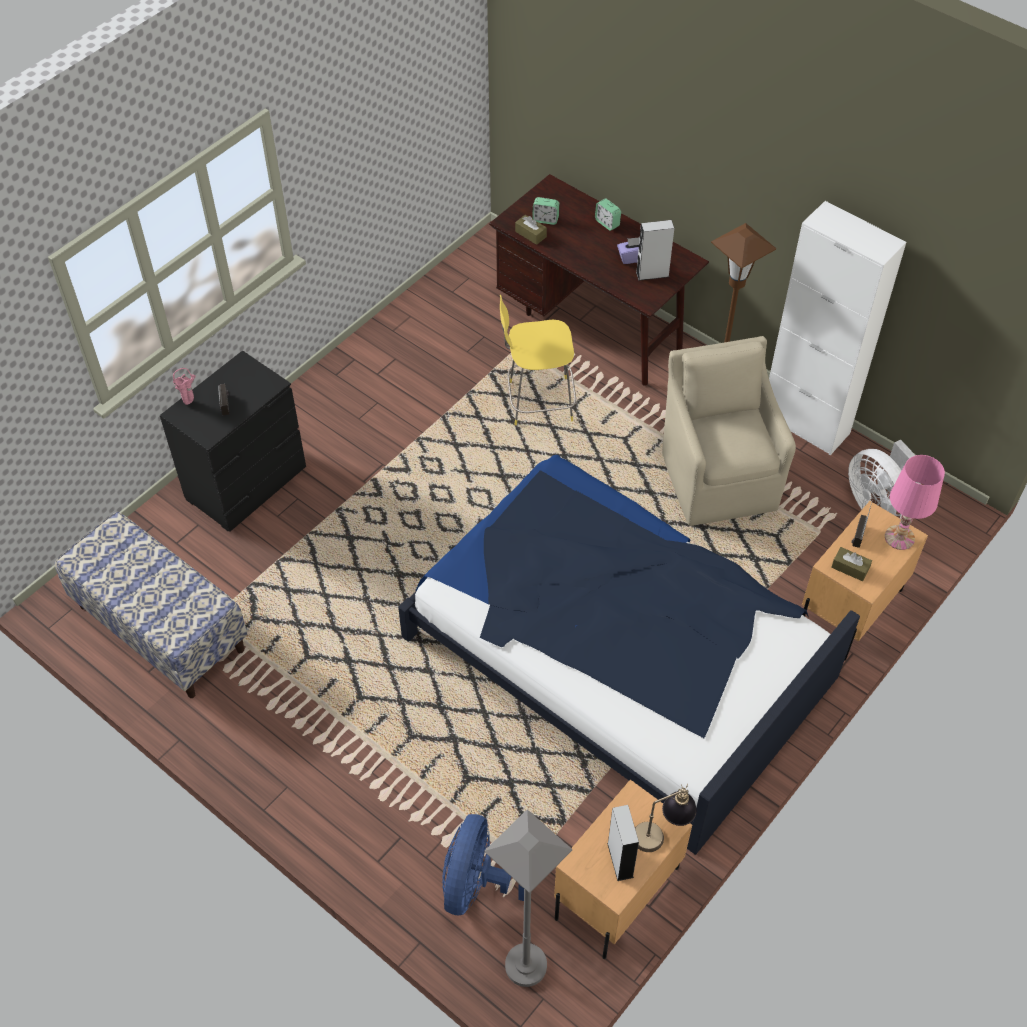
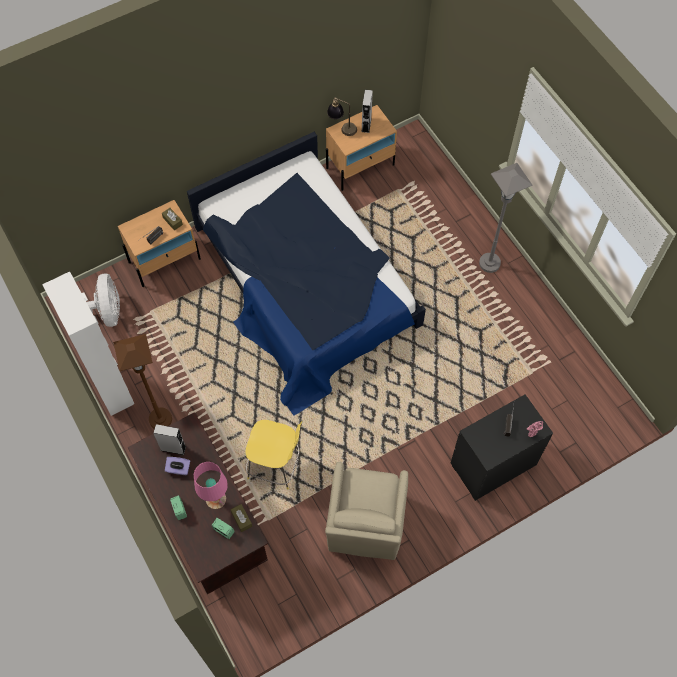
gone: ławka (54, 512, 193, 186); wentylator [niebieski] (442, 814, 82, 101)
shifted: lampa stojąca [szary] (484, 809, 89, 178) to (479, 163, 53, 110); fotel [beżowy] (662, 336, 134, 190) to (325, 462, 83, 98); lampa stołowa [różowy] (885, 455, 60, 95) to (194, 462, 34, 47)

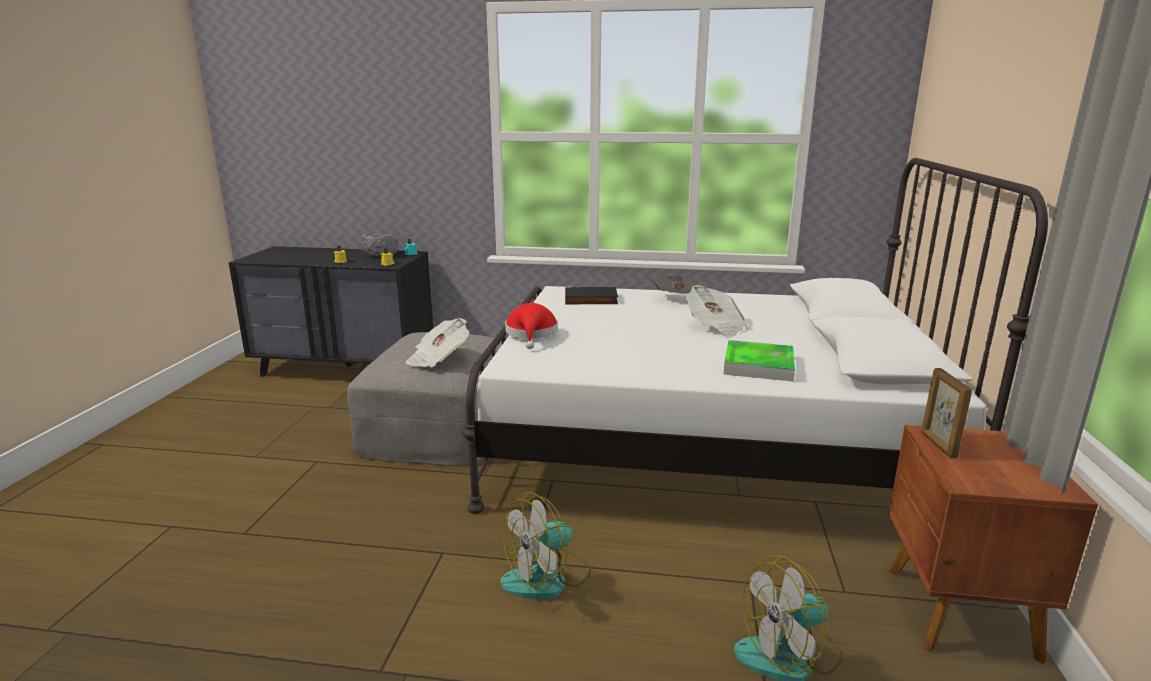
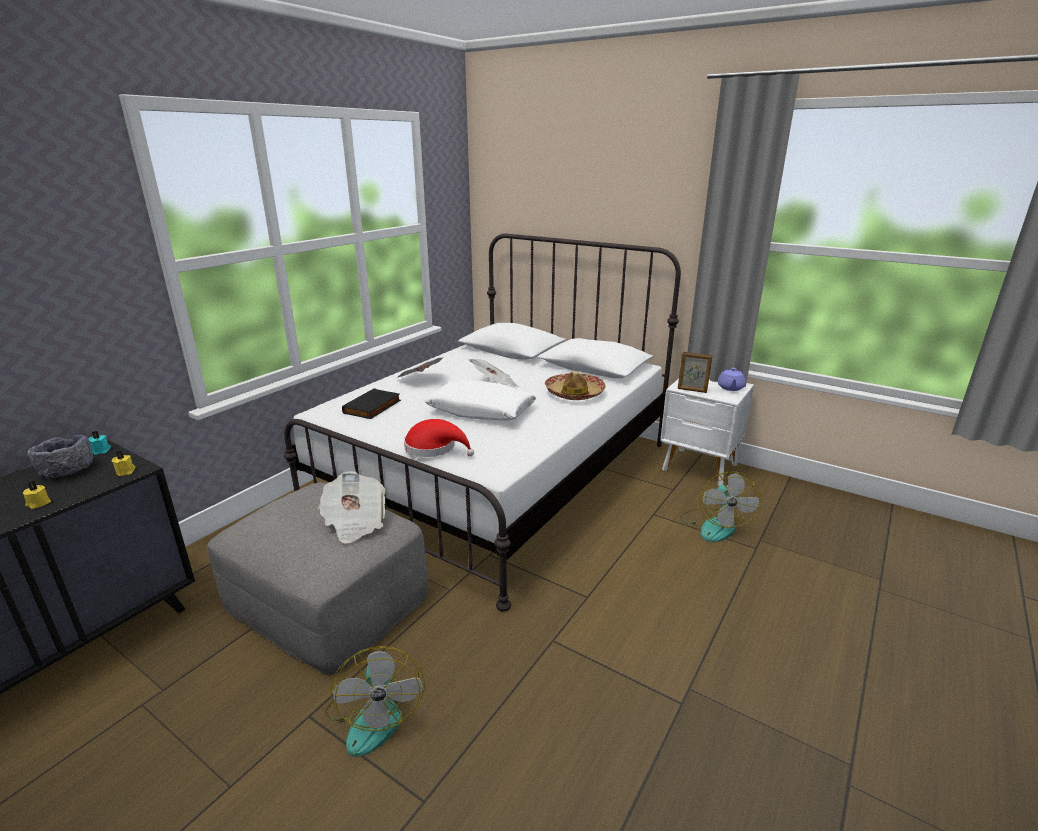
new: poduszka [biały] (424, 380, 113, 41); imbryk [fioletowy] (718, 368, 28, 23)
shifted: wentylator (500, 492, 91, 108) to (325, 646, 100, 111)
swapped: taca (723, 340, 72, 42) to kapelusz (545, 371, 61, 29)
repainted: szafka nocna [brązowy] (889, 425, 209, 239) to szafka nocna [biały] (660, 379, 94, 107)

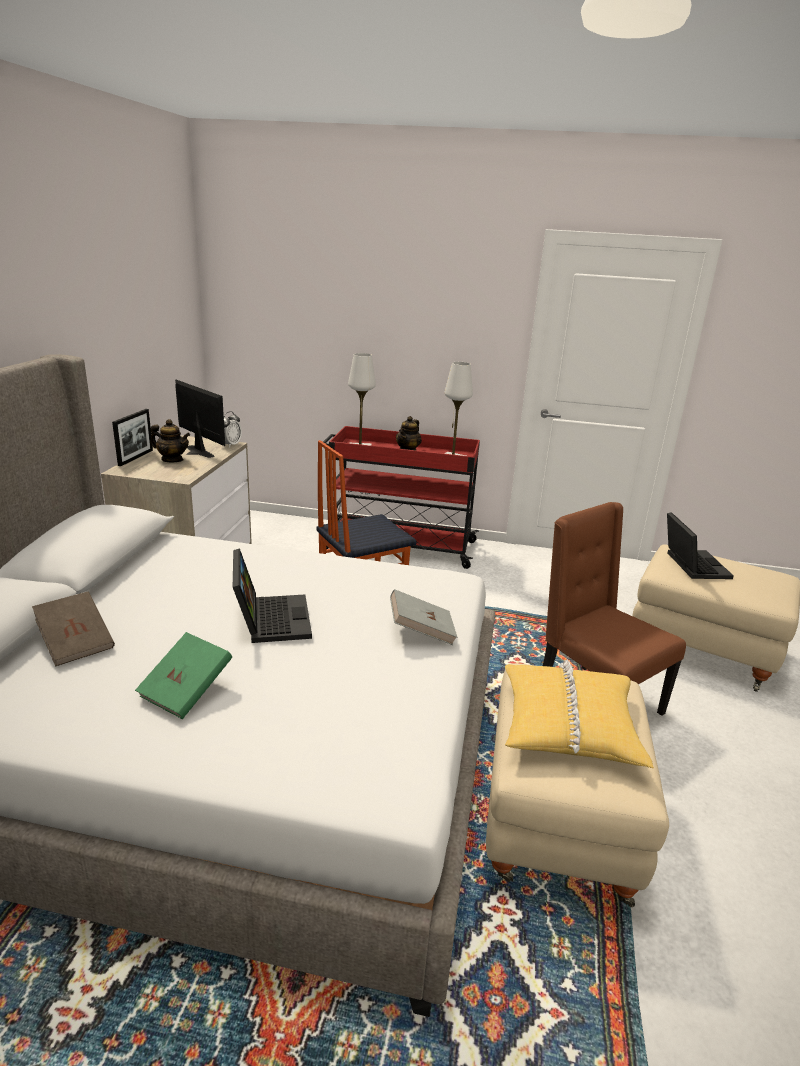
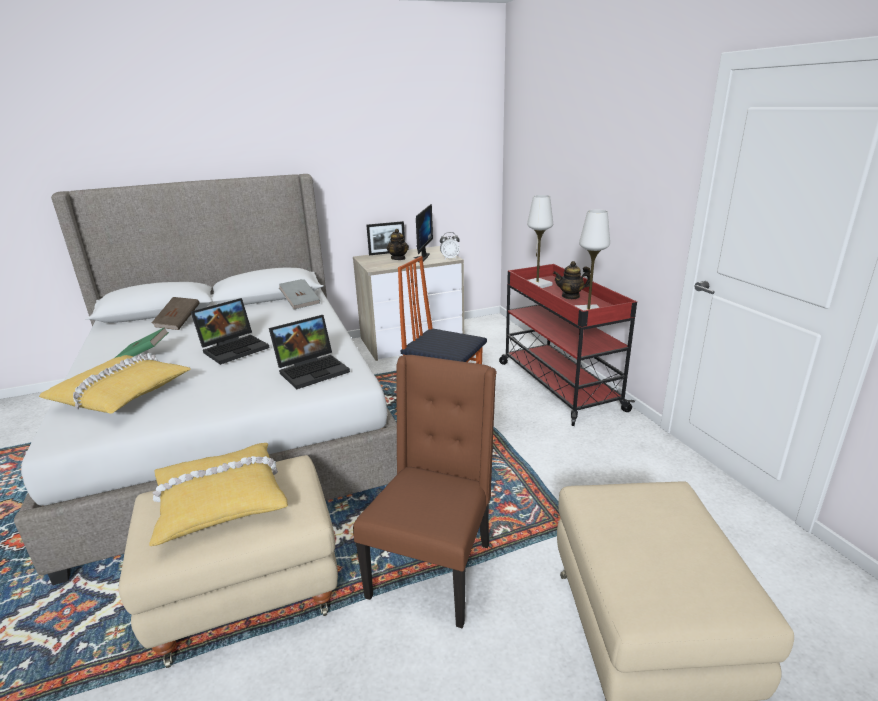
new: poduszka [żółty] (39, 353, 152, 61)
shifted: książka [szary] (390, 589, 67, 56) to (279, 279, 41, 31); laptop (667, 512, 67, 67) to (269, 315, 81, 74)

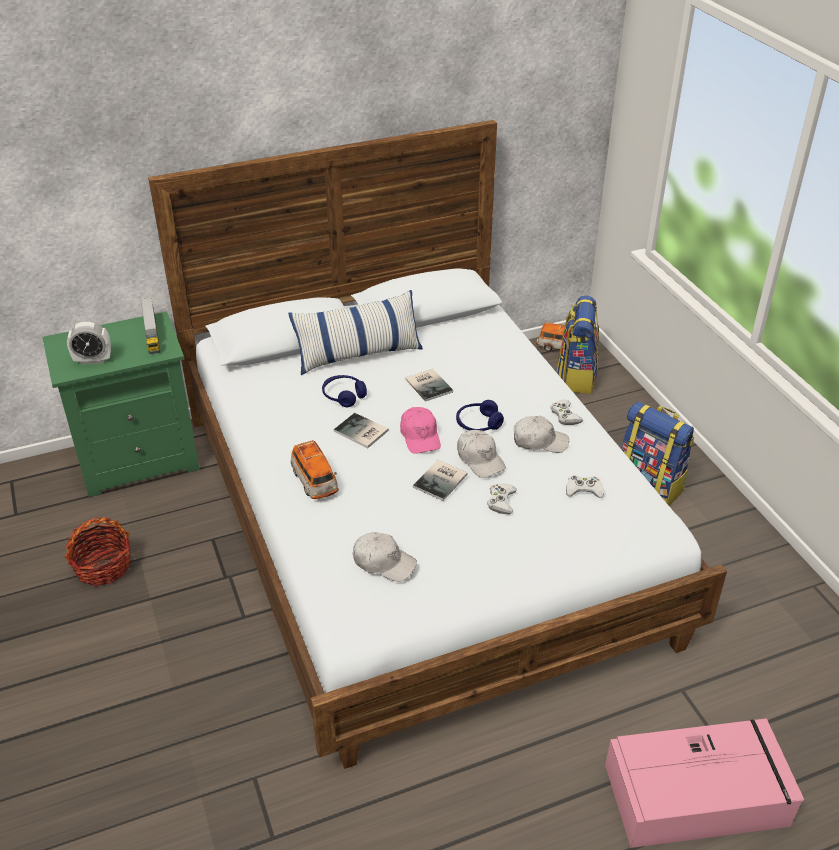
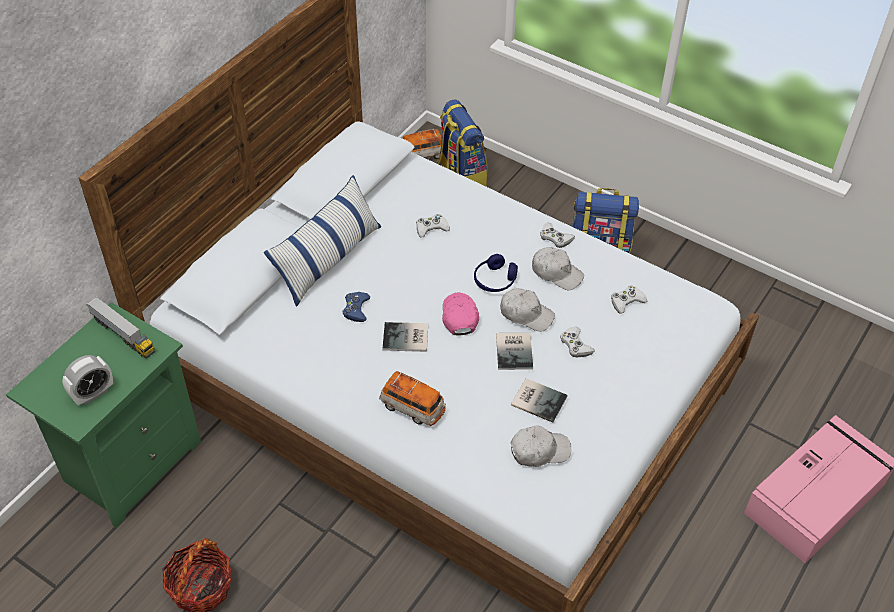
new: pad do gier [biały] (416, 214, 34, 24)
shifted: książka (405, 369, 48, 33) to (511, 378, 57, 45)
swapped: słuchawki [niebieski] (322, 375, 45, 32) to pad do gier [niebieski] (342, 292, 28, 30)
rotated: czapka z daszkiem [różowy] (400, 407, 41, 47) = (442, 293, 37, 43) 135 degrees counterclockwise; czapka z daszkiem [biały] (514, 416, 55, 37) = (532, 247, 52, 43) 60 degrees clockwise

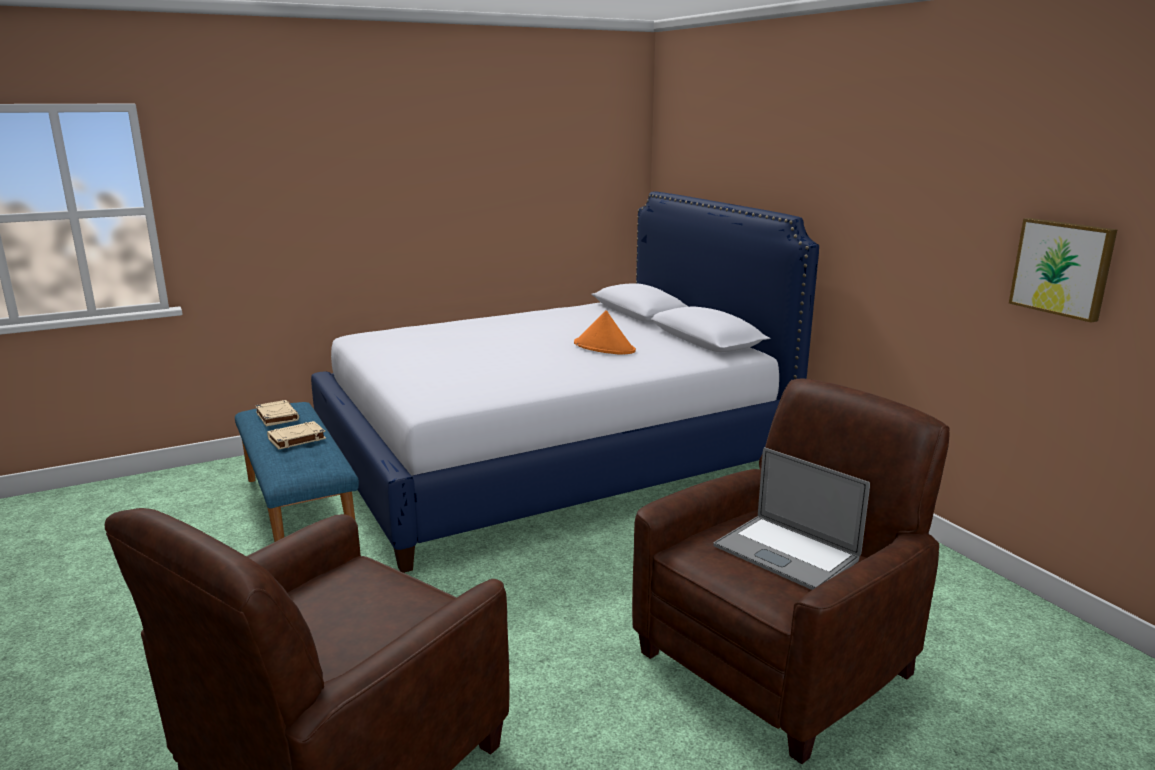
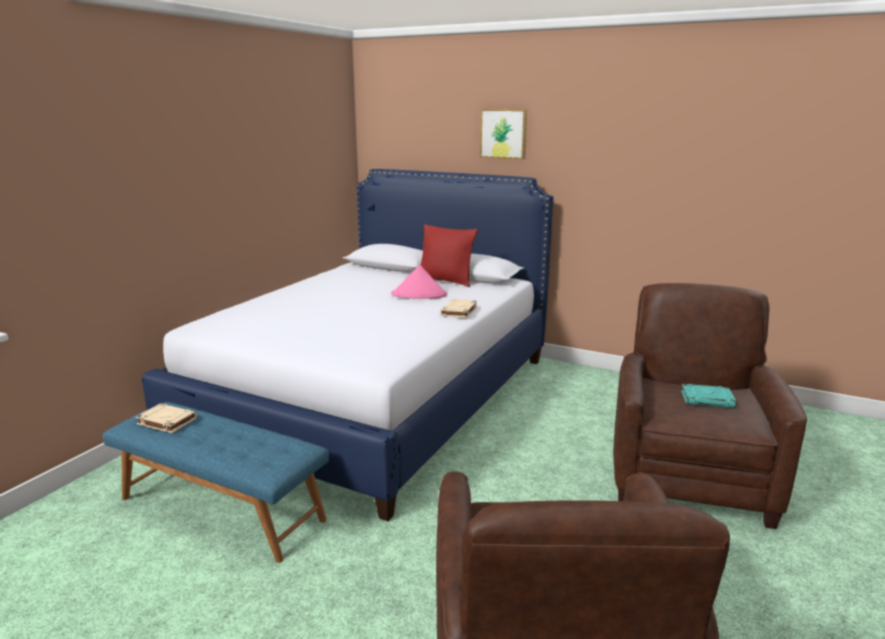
new: poduszka [czerwony] (421, 224, 57, 63)
shifted: książka [beżowy] (267, 421, 59, 29) to (440, 299, 37, 19); obraz (1009, 218, 108, 105) to (480, 109, 47, 50)
swapped: laptop (713, 447, 157, 143) to książka [turkusowy] (681, 384, 56, 24)
repainted: kapelusz [pomarańczowy] (574, 310, 62, 45) to kapelusz [różowy] (391, 265, 56, 34)

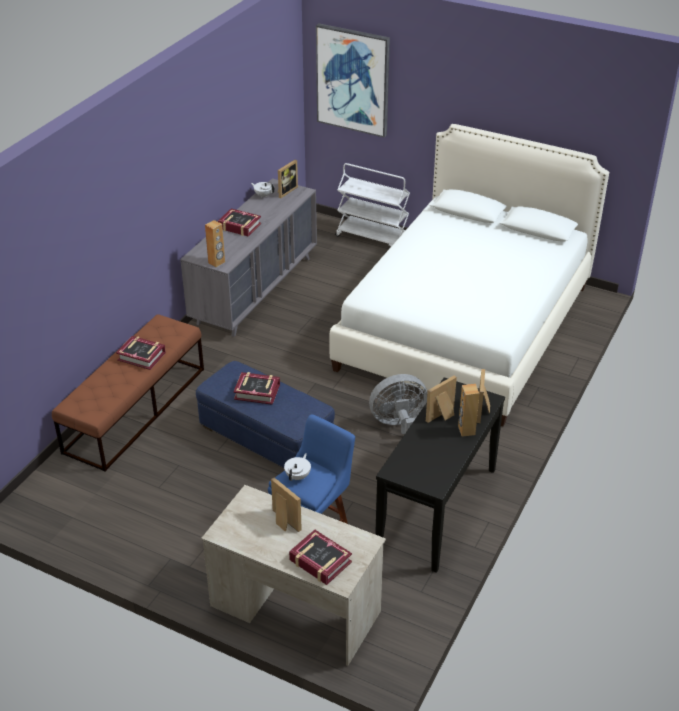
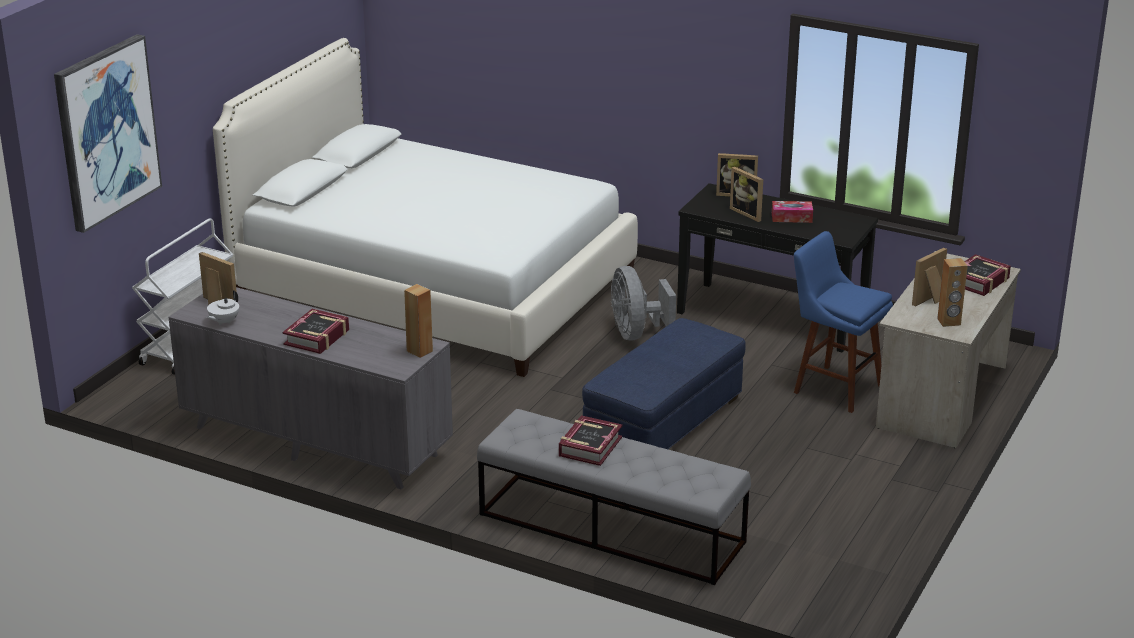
gone: książka (233, 372, 47, 33); imbryk [biały] (284, 453, 27, 28)
new: pudełko chusteczek (772, 201, 41, 22)
shifted: głośnik [brązowy] (458, 384, 22, 53) to (937, 258, 31, 69)
repainted: ławka [brązowy] (52, 314, 152, 158) to ławka [szary] (477, 409, 274, 176)

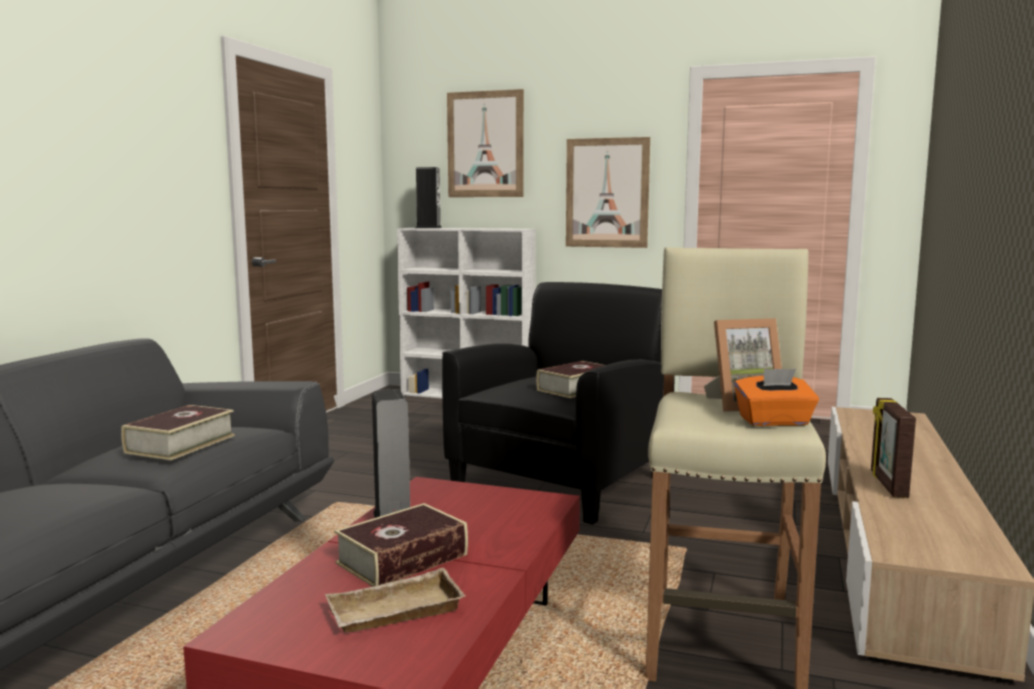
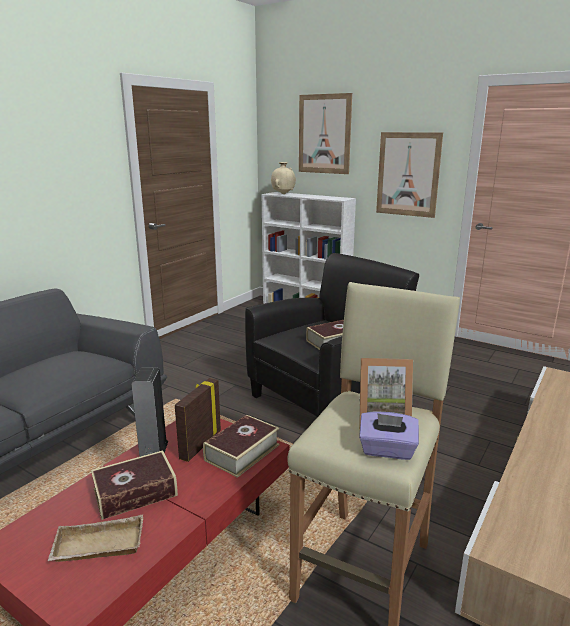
shifted: książka (121, 405, 114, 55) to (203, 415, 76, 63); ramka na zdjęcie (871, 398, 45, 100) to (175, 378, 46, 84)
swapped: głośnik (416, 167, 26, 61) to wazon [beżowy] (271, 162, 25, 32)
repainted: pudełko chusteczek [pomarańczowy] (734, 368, 85, 58) to pudełko chusteczek [fioletowy] (359, 412, 60, 48)

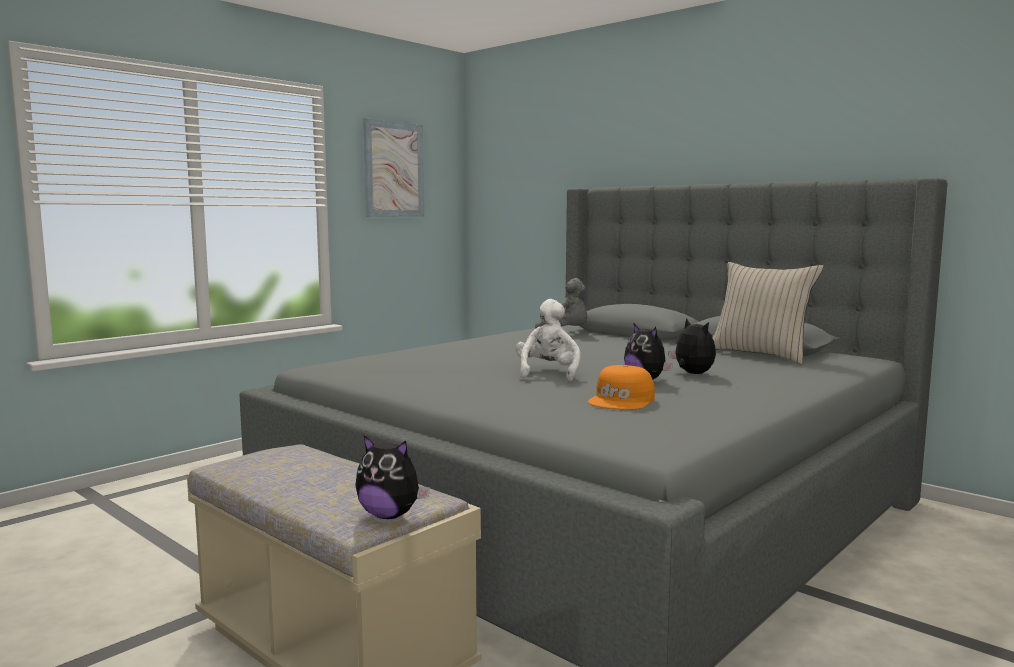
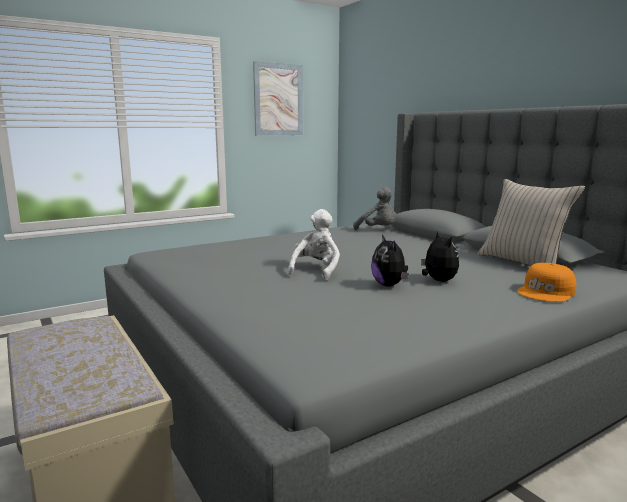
gone: pluszak (355, 435, 75, 84)
shifted: czapka z daszkiem [pomarańczowy] (588, 365, 67, 45) to (517, 263, 59, 39)

